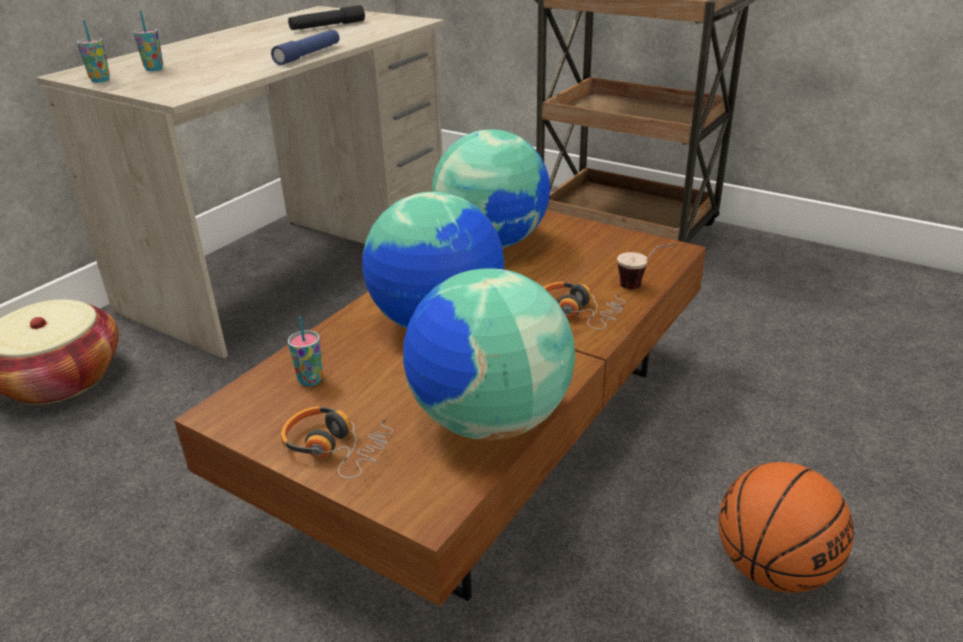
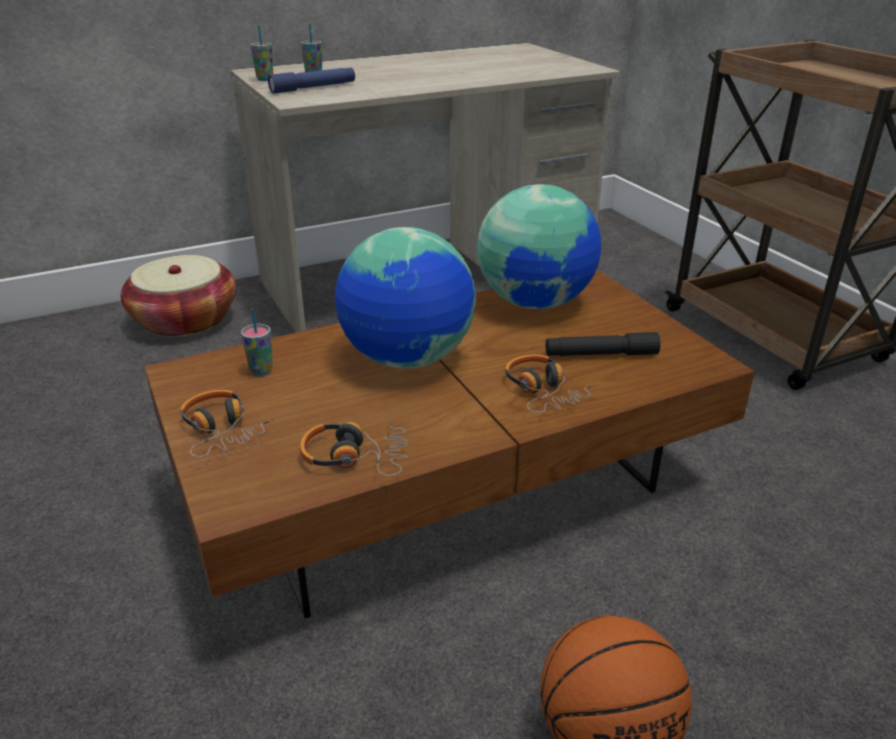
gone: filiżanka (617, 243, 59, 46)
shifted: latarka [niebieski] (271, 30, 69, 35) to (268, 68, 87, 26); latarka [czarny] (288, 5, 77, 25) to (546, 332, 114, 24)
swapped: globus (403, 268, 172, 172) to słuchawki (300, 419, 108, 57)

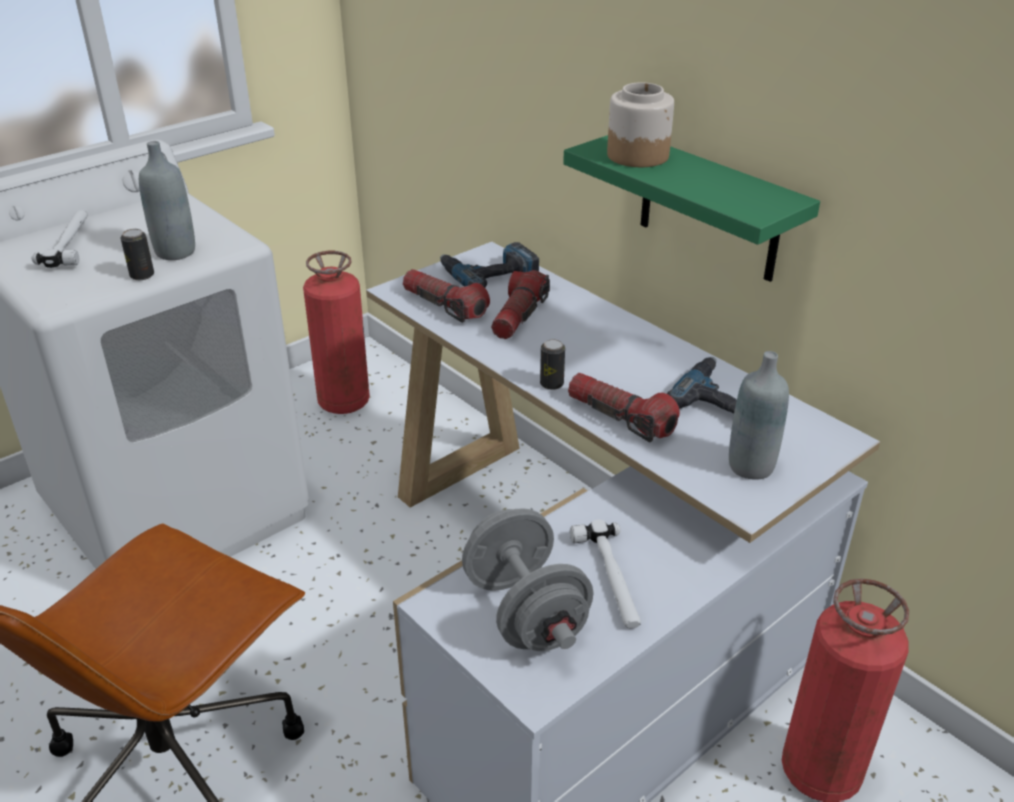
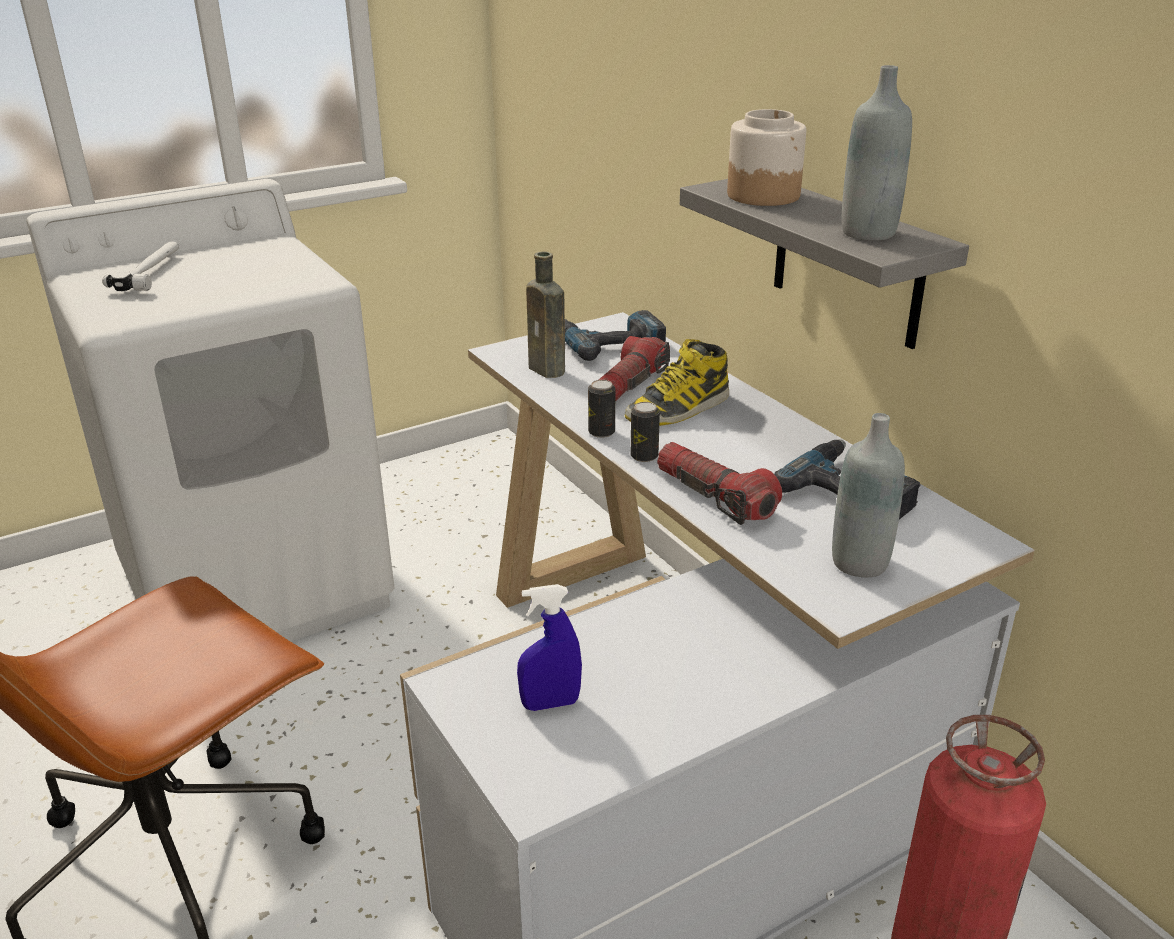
gone: gaśnica (303, 251, 67, 163); młotek (570, 520, 71, 109)
new: but z cholewką (625, 339, 104, 87)
shifted: puszka (120, 229, 34, 51) to (588, 380, 27, 58); butelka [szary] (139, 141, 56, 119) to (842, 65, 70, 176)
swapped: latarka (403, 269, 87, 54) to butelka [brązowy] (526, 252, 39, 126); hantel [szary] (462, 508, 131, 143) to spryskiwacz [niebieski] (517, 584, 65, 127)
repainted: półka [zielony] (563, 135, 257, 147) to półka [szary] (680, 179, 289, 170)

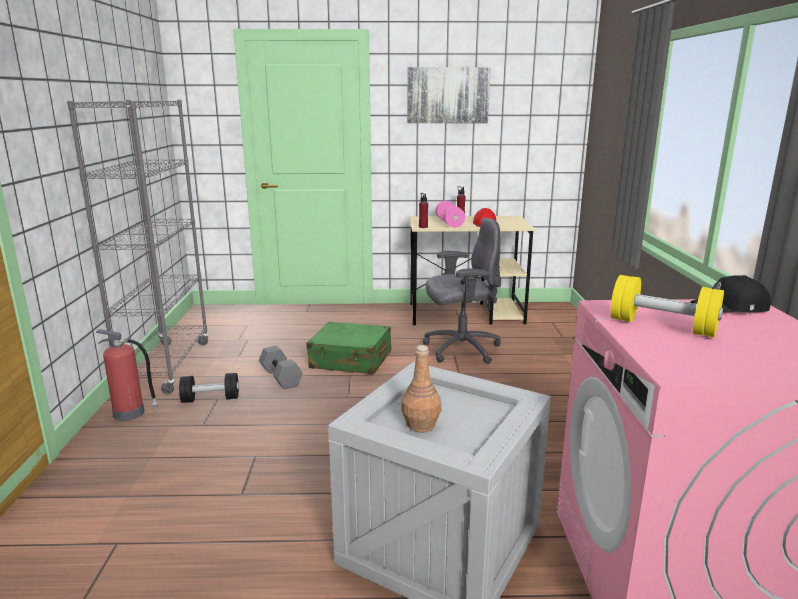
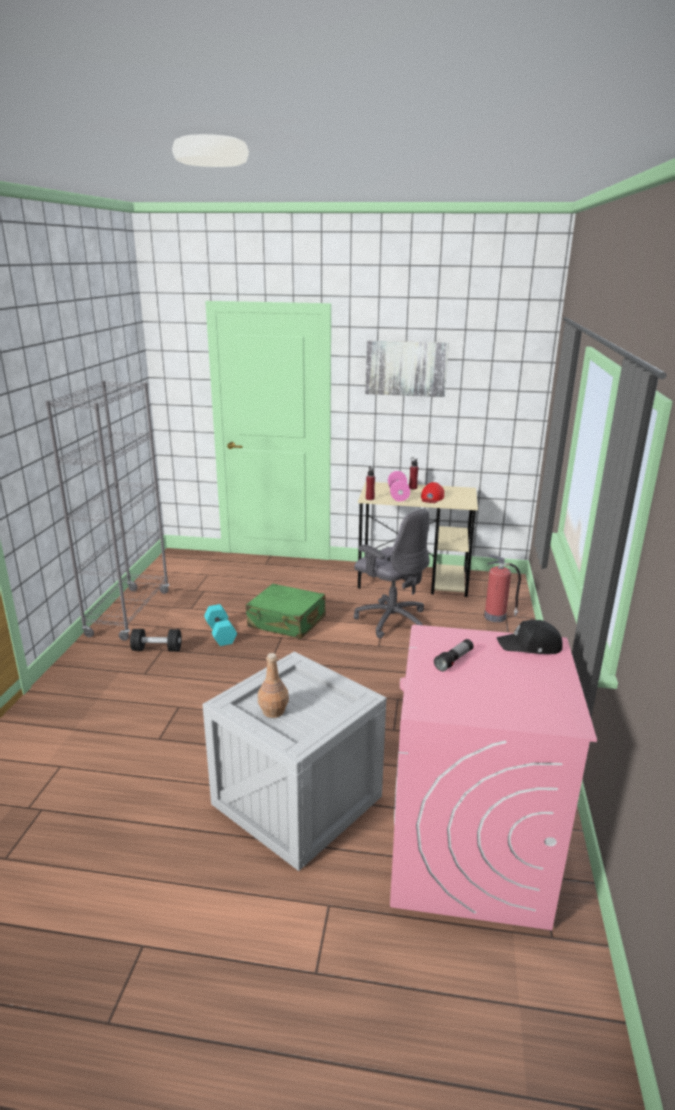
shifted: gaśnica (95, 329, 63, 92) to (484, 554, 37, 68)
swapped: hantel [żółty] (611, 275, 113, 62) to latarka (434, 639, 40, 33)
repainted: hantel [szary] (259, 345, 44, 44) to hantel [turkusowy] (204, 604, 33, 42)
rotated: krzesło biurowe [szary] (423, 218, 78, 146) = (354, 508, 76, 130) 45 degrees clockwise

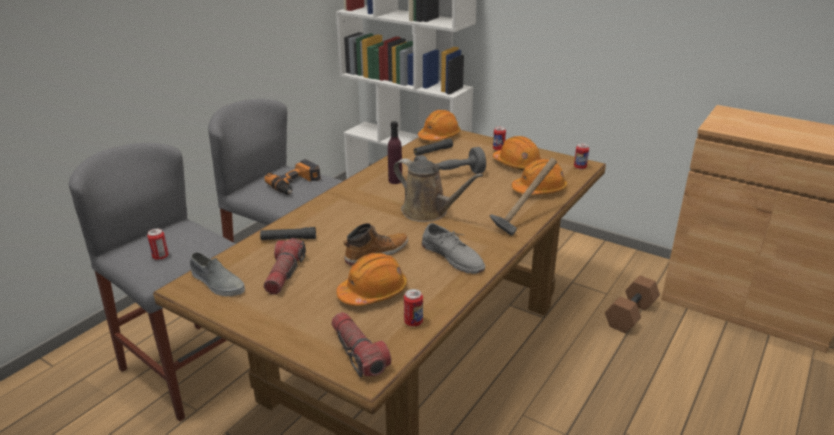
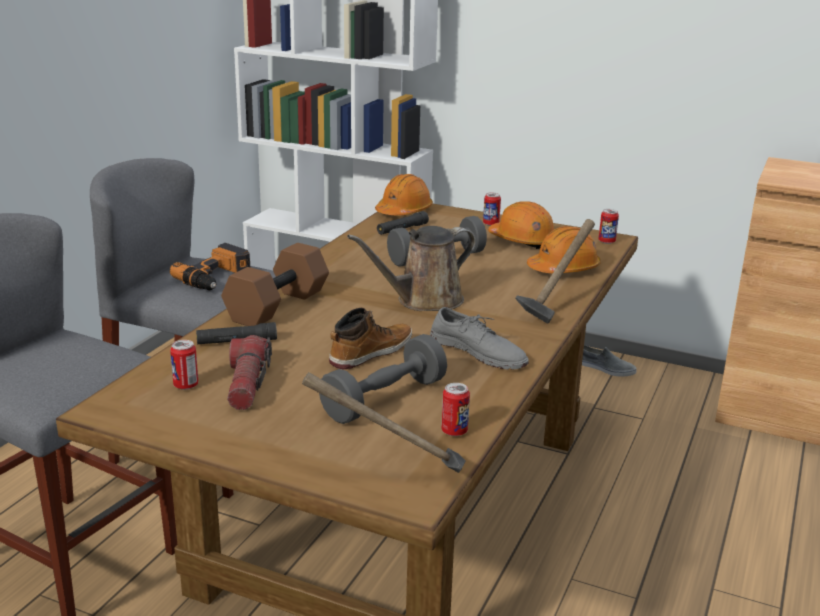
gone: butelka [fioletowy] (388, 121, 14, 63)
shifted: puszka (147, 229, 22, 31) to (170, 340, 28, 50); but [szary] (190, 252, 55, 44) to (582, 345, 55, 32); hantel [brązowy] (605, 276, 55, 57) to (221, 243, 108, 83)
swapped: latarka (331, 312, 60, 66) to młotek (302, 372, 164, 101); kask [pomarańczowy] (336, 253, 71, 53) to hantel [szary] (319, 334, 128, 90)
rotated: konewka [brązowy] (394, 158, 89, 64) = (347, 226, 129, 85) 120 degrees clockwise

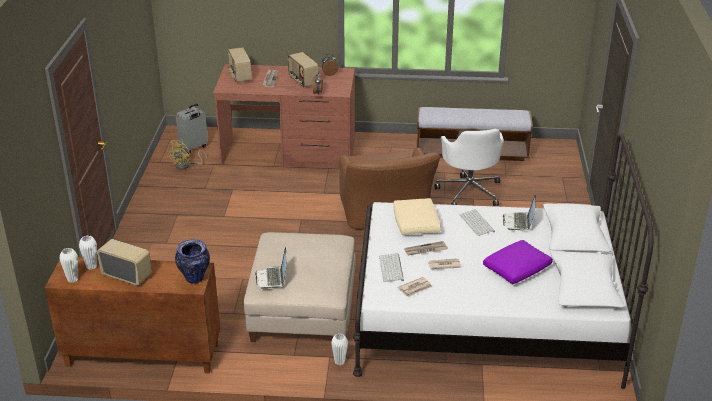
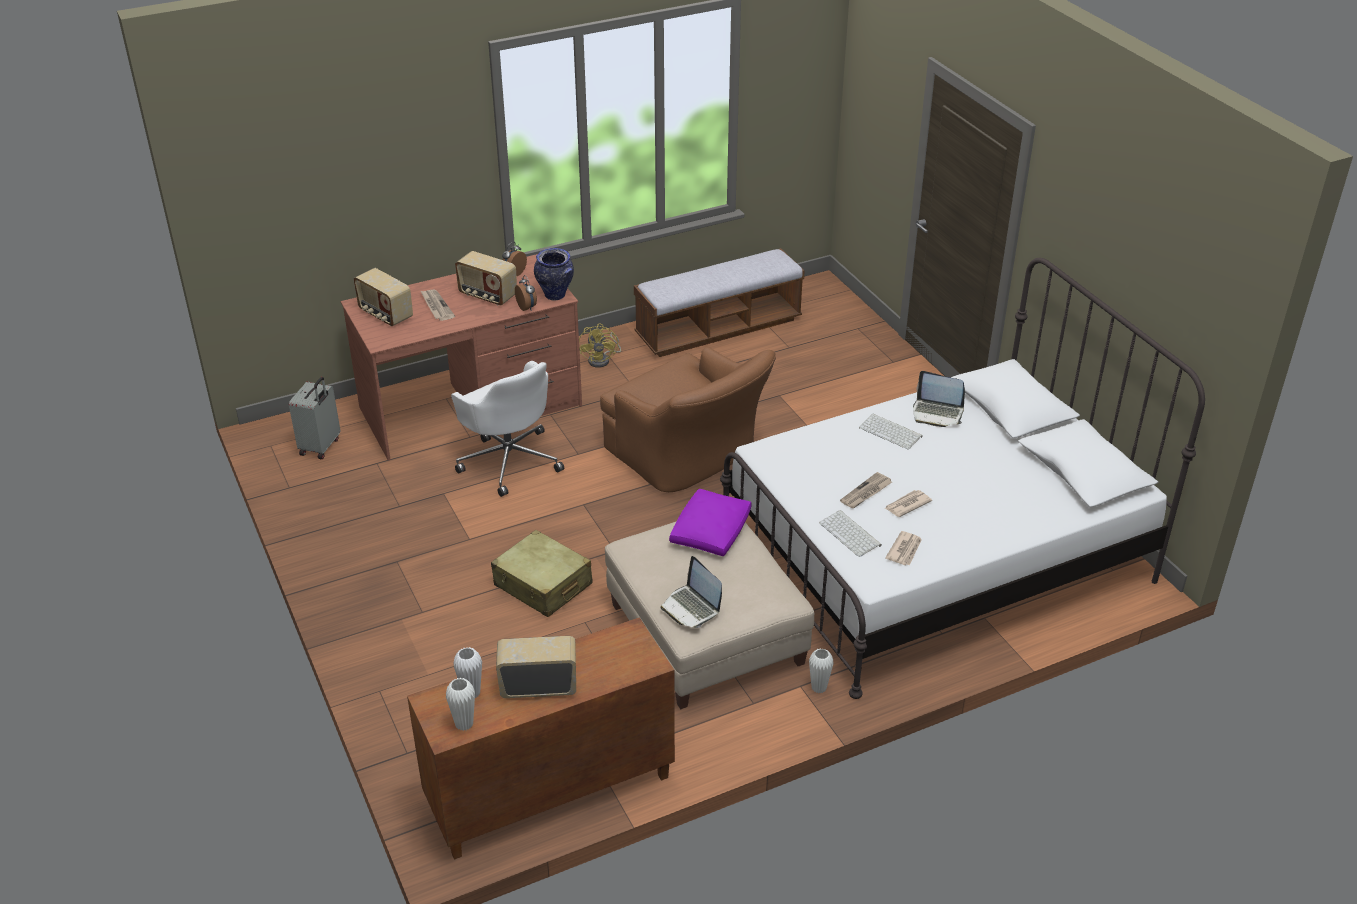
gone: poduszka [beżowy] (393, 198, 48, 37)
new: walizka [beżowy] (491, 530, 102, 87)
shifted: wentylator [żółty] (167, 140, 40, 30) to (579, 323, 42, 45); wazon (175, 239, 35, 45) to (534, 248, 40, 52); krzesło biurowe [biały] (435, 129, 69, 77) to (451, 361, 113, 136); poduszka [fioletowy] (483, 240, 70, 44) to (669, 489, 83, 67)
rotated: laptop (503, 195, 33, 36) = (913, 371, 52, 56) 45 degrees counterclockwise

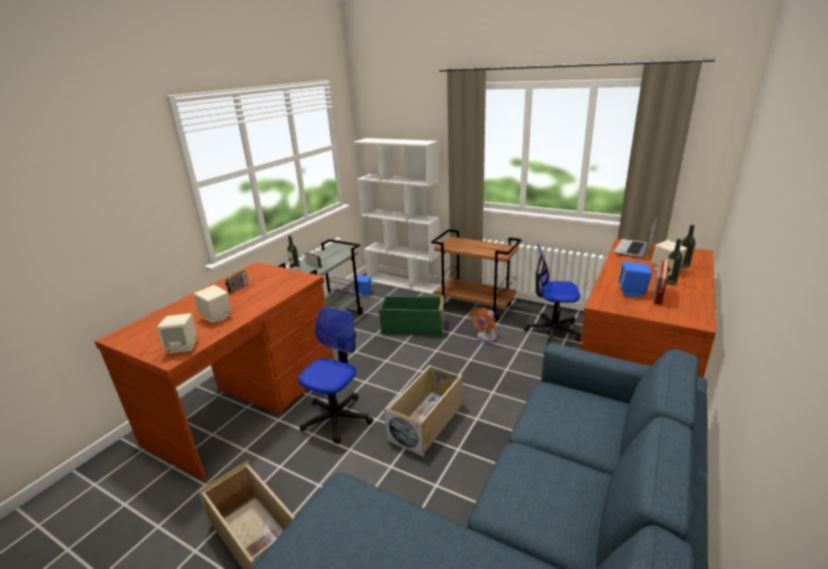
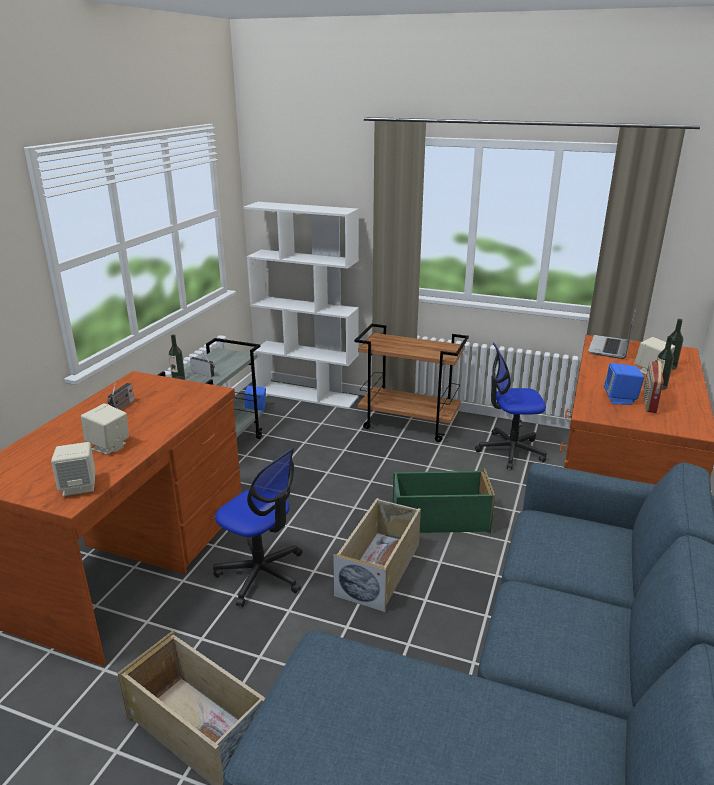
gone: wentylator [pomarańczowy] (471, 307, 26, 35)
shifted: pojemnik do przechowywania [zielony] (379, 295, 65, 41) to (393, 469, 102, 64)
rotated: krzesło biurowe (298, 307, 75, 137) = (213, 448, 89, 159) 105 degrees clockwise

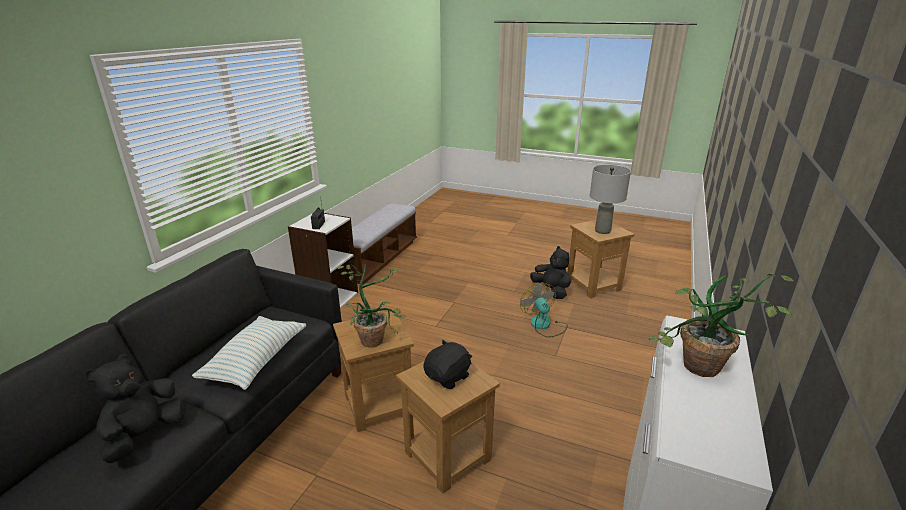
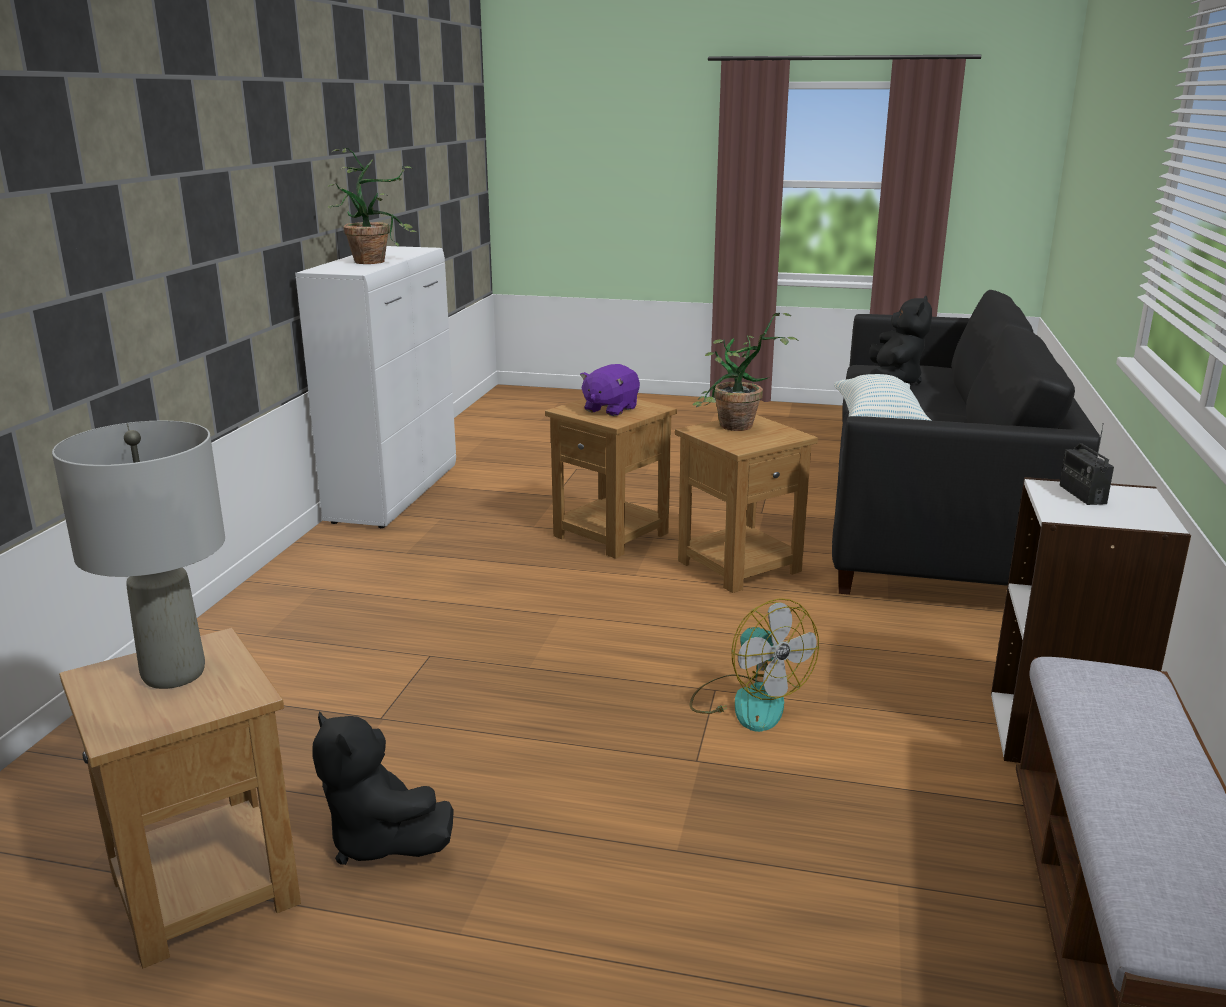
shifted: wentylator (520, 283, 48, 54) to (689, 598, 130, 134)
repainted: pluszak [czarny] (423, 340, 49, 49) to pluszak [fioletowy] (580, 364, 60, 52)

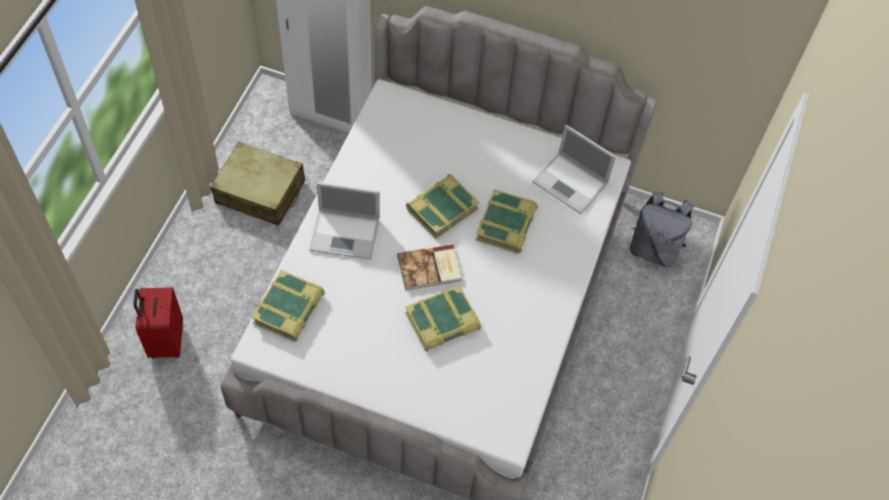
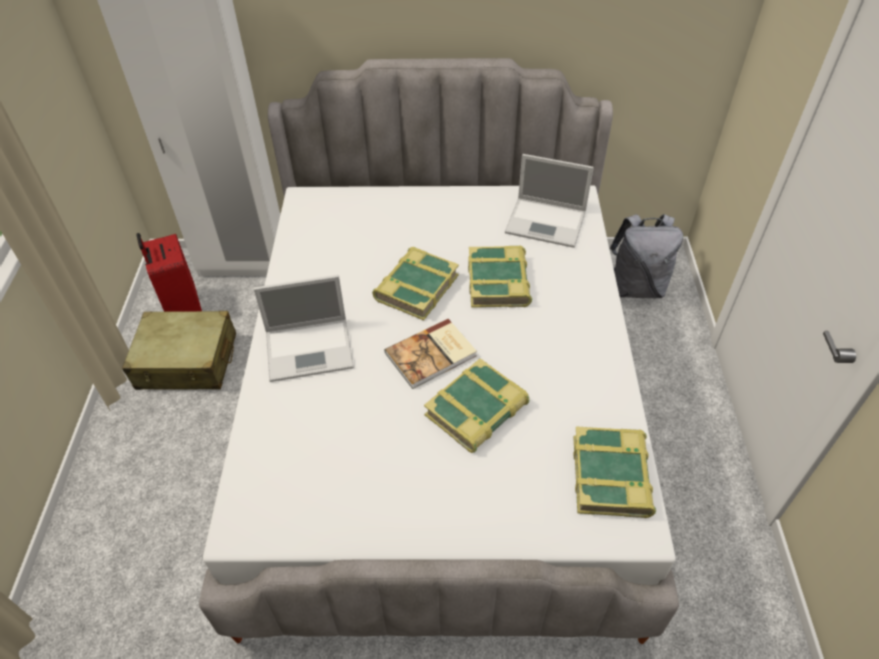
shifted: walizka [czerwony] (133, 288, 50, 70) to (136, 233, 66, 79); książka (251, 270, 74, 71) to (573, 427, 83, 91)

